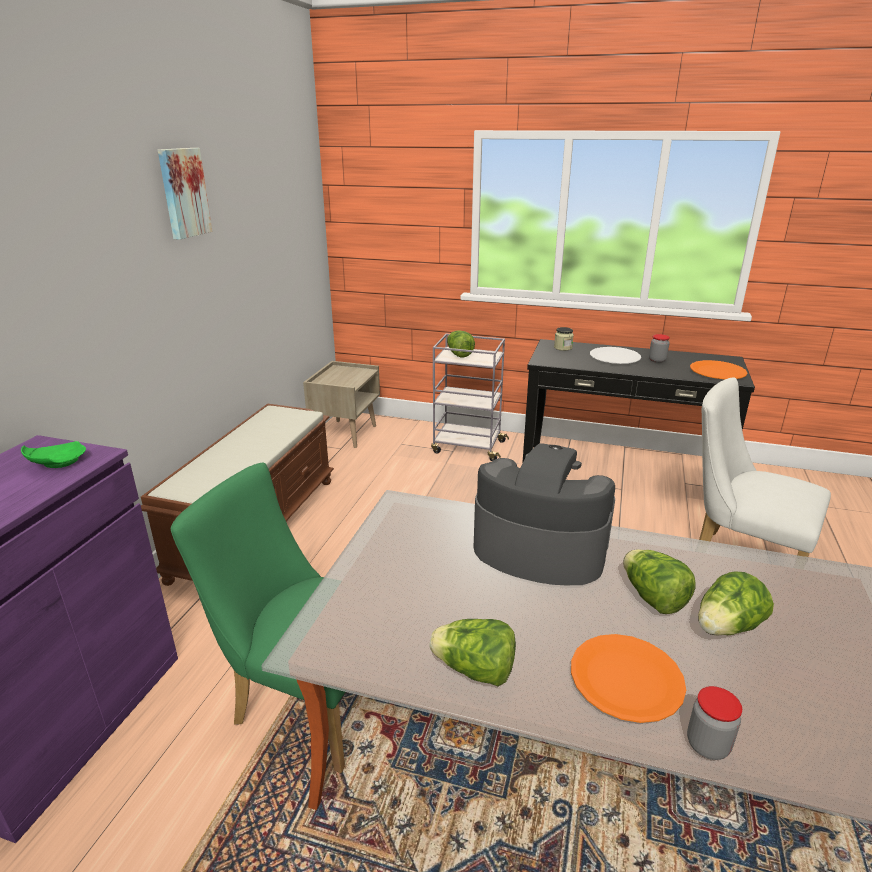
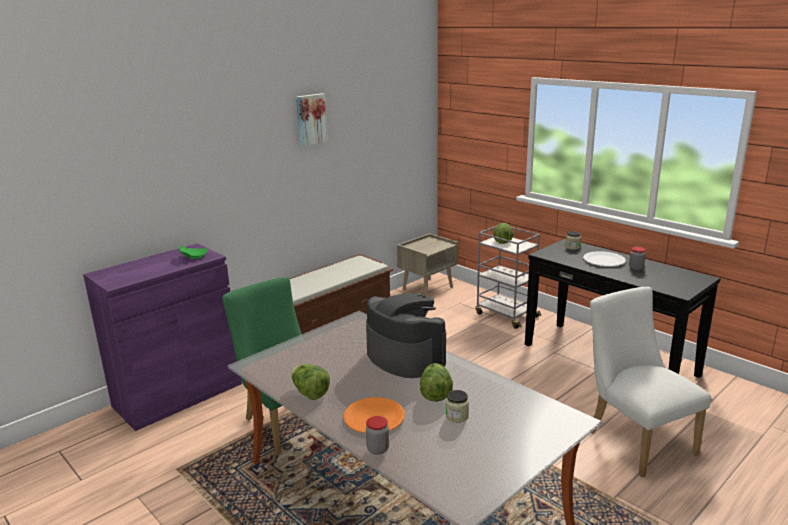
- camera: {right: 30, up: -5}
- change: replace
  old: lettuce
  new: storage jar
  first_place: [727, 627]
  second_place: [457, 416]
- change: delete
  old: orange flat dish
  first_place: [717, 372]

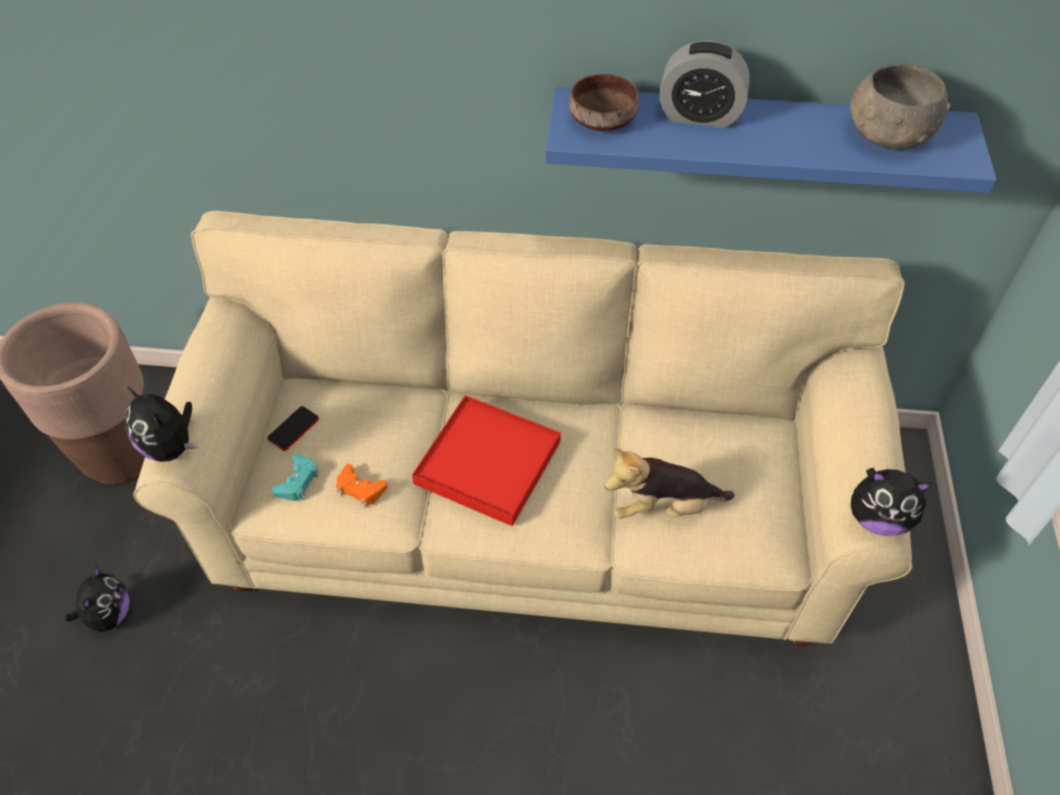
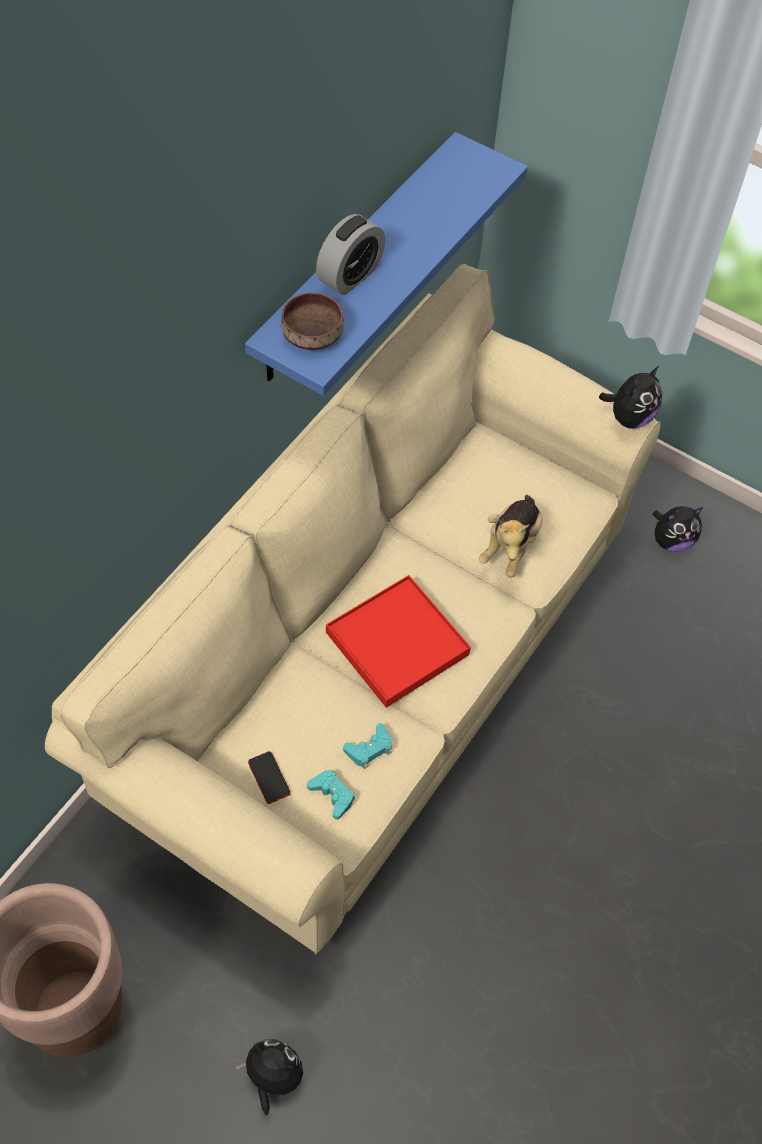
- camera: {right: -65, up: 5}
- change: recolor
  old: orange game controller
  new: blue-green game controller
  first_place: [360, 489]
  second_place: [369, 749]
- change: move
  old: cuddly toy
  first_place: [171, 447]
  second_place: [671, 541]
- change: delete
  old: greyish deep dish
  first_place: [887, 135]

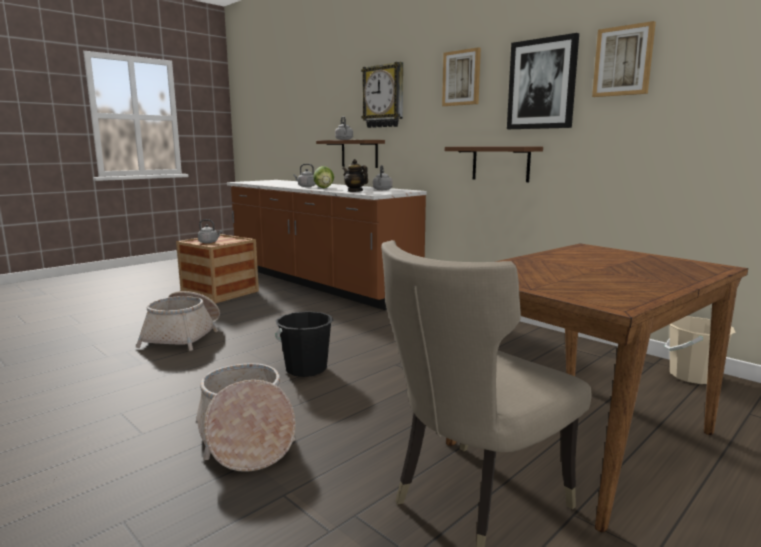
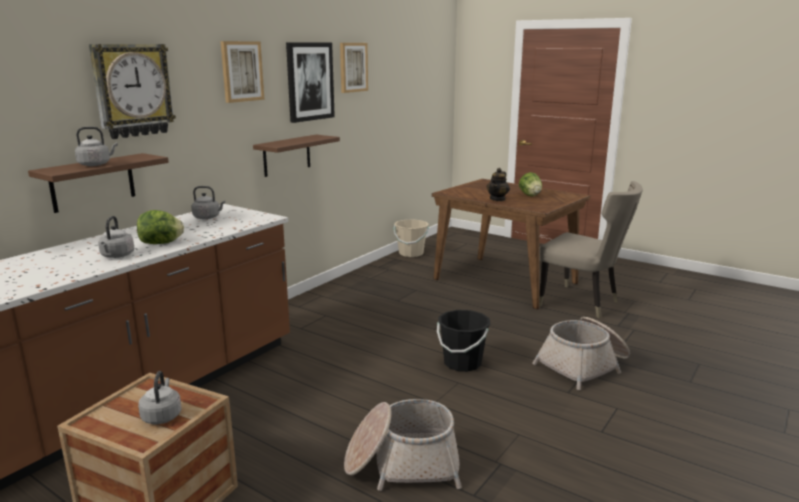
- camera: {right: -100, up: 5}
- change: move
  old: pot for tea
  first_place: [355, 191]
  second_place: [497, 199]
- change: insert
  new: lettuce
  second_place: [530, 195]

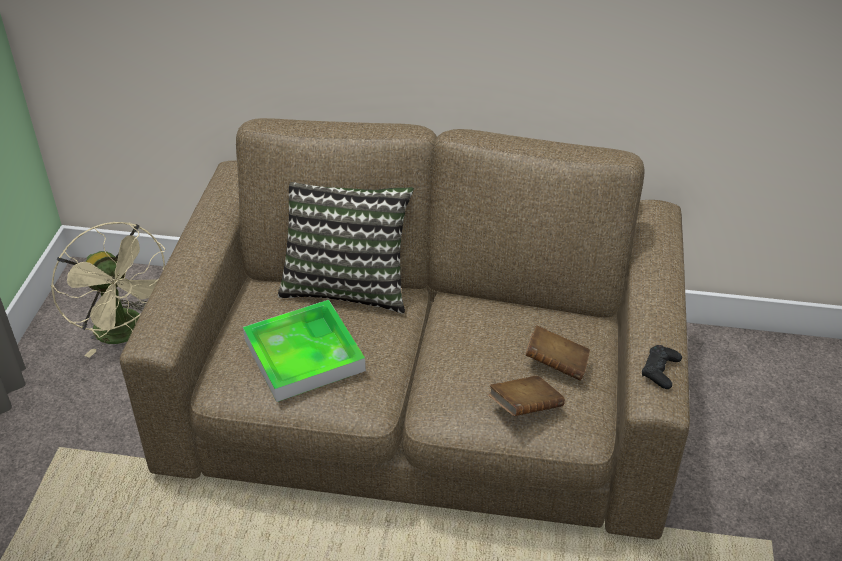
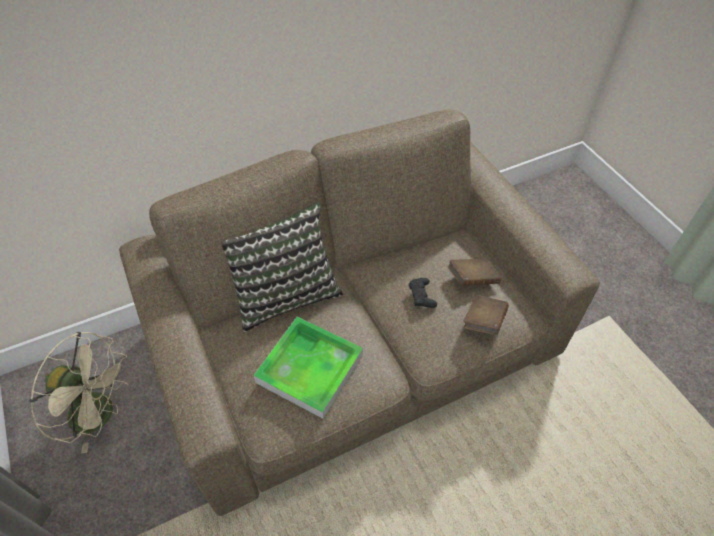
- camera: {right: -35, up: 10}
- change: move
  old: black-coloured game controller
  first_place: [660, 371]
  second_place: [422, 296]

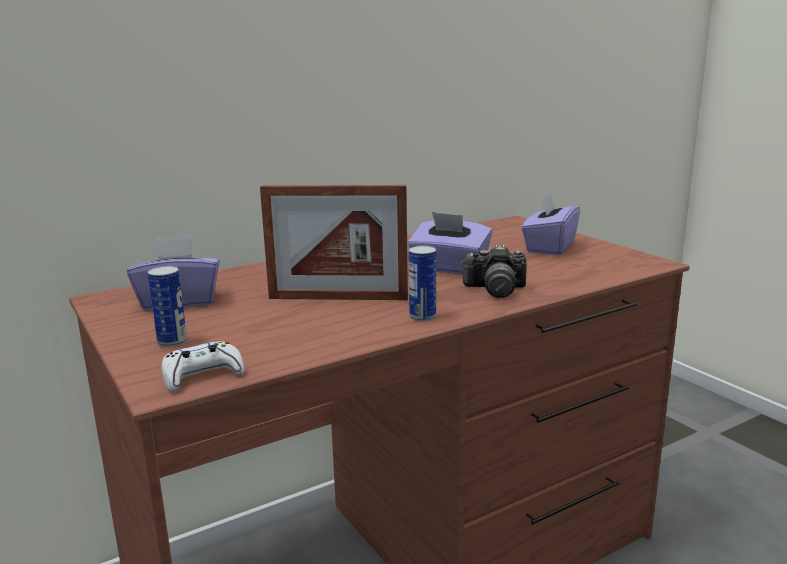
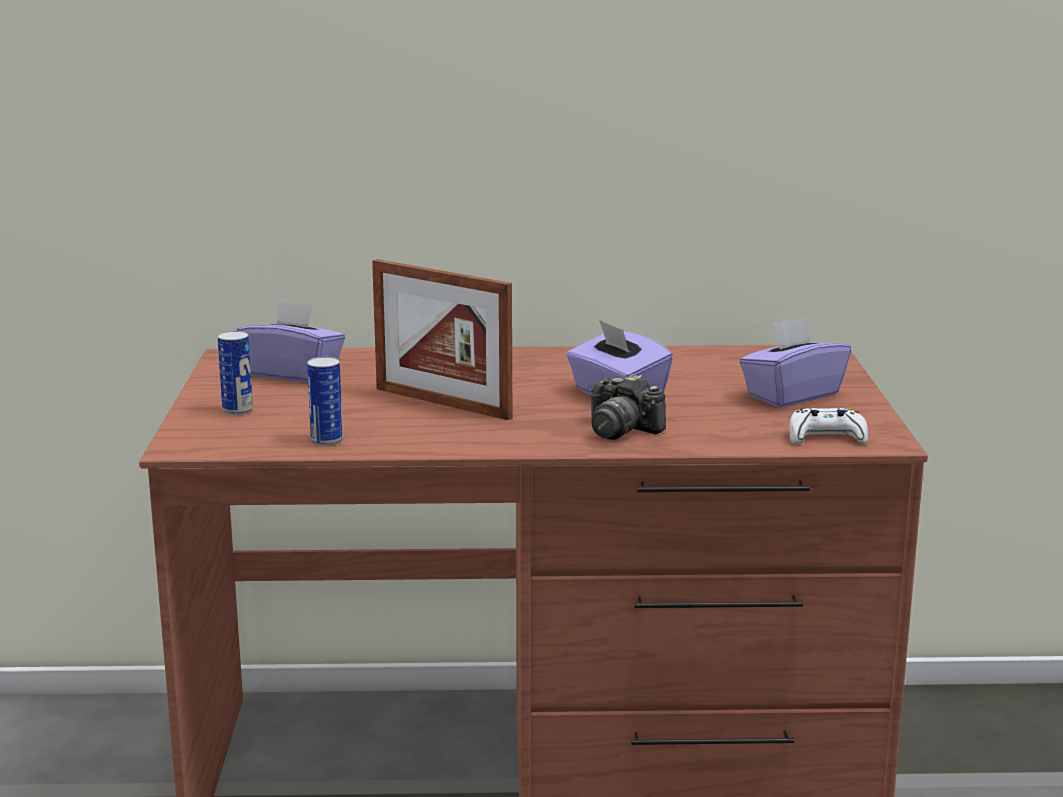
- camera: {right: 30, up: 0}
- change: move
  old: sealed can
  first_place: [422, 316]
  second_place: [326, 440]
- change: move
  old: whitish game controller
  first_place: [202, 375]
  second_place: [826, 437]

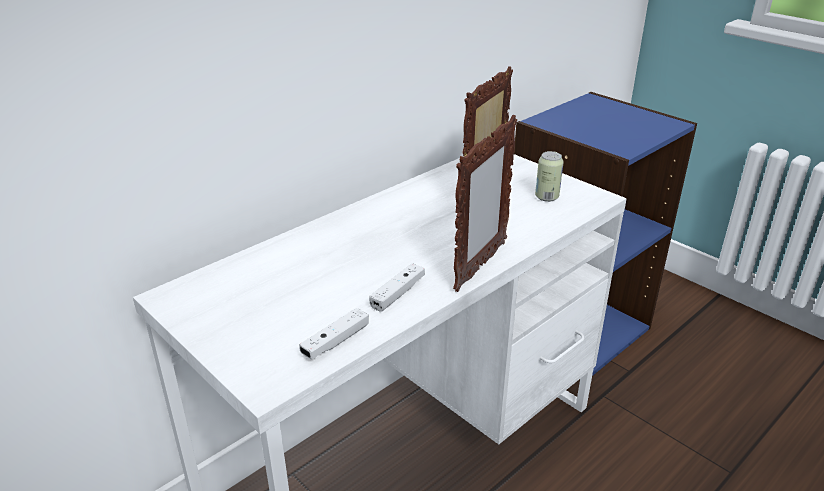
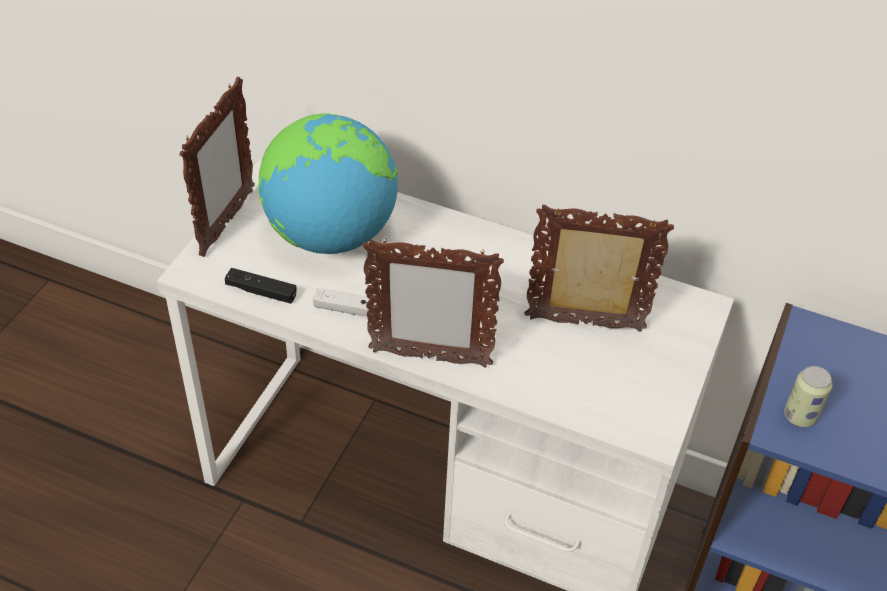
- camera: {right: 65, up: 15}
- change: insert
  new: standing frame
  second_place: [226, 223]
- change: recolor
  old: whitish game controller
  new: black-coloured game controller
  first_place: [335, 341]
  second_place: [261, 292]
- change: insert
  new: desk globe
  second_place: [330, 234]
- change: move
  old: sealed can
  first_place: [546, 197]
  second_place: [800, 416]

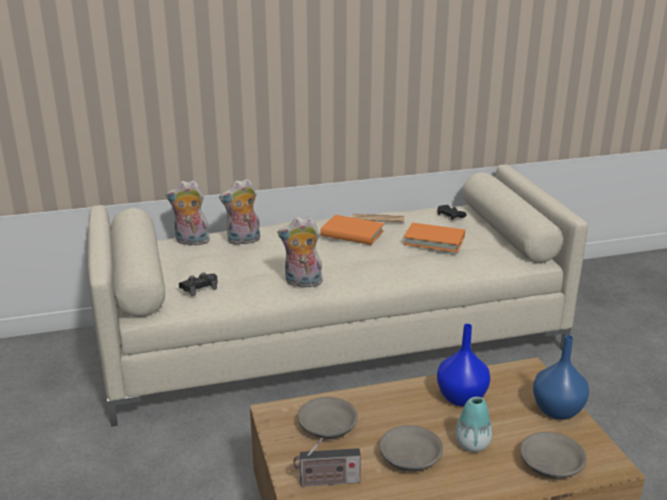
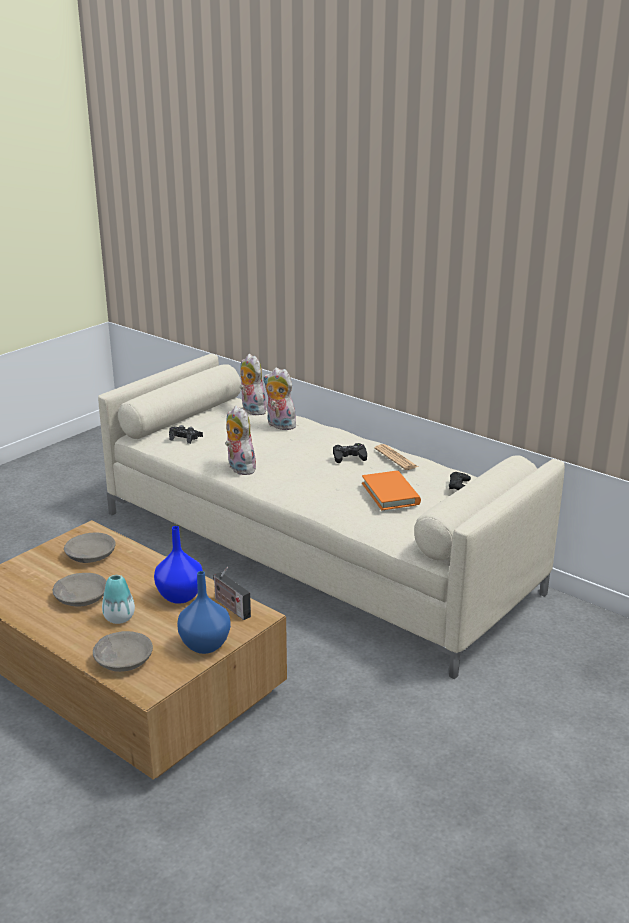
- camera: {right: 55, up: 0}
- change: move
  old: radio set
  first_place: [327, 482]
  second_place: [230, 607]
- change: replace
  old: orange volume
  new: black-coloured game controller
  first_place: [352, 233]
  second_place: [349, 457]

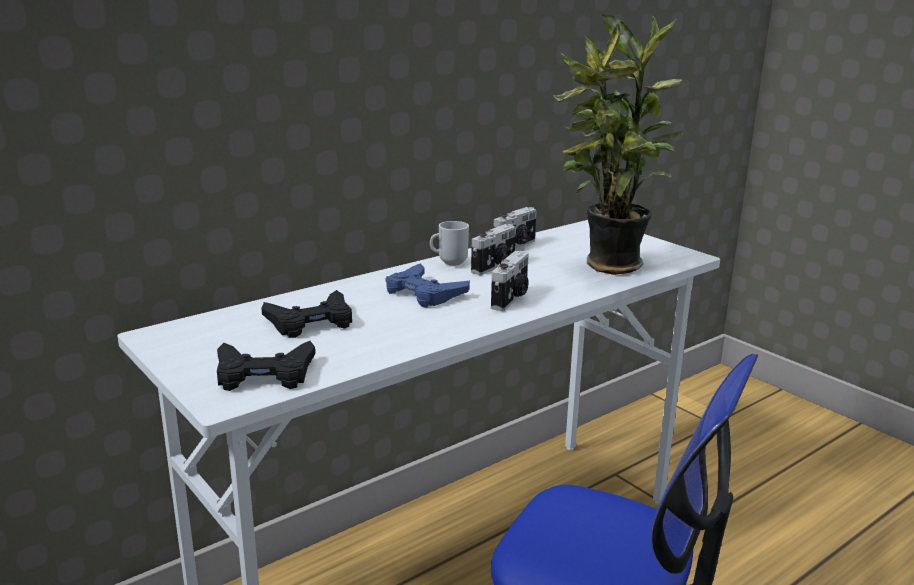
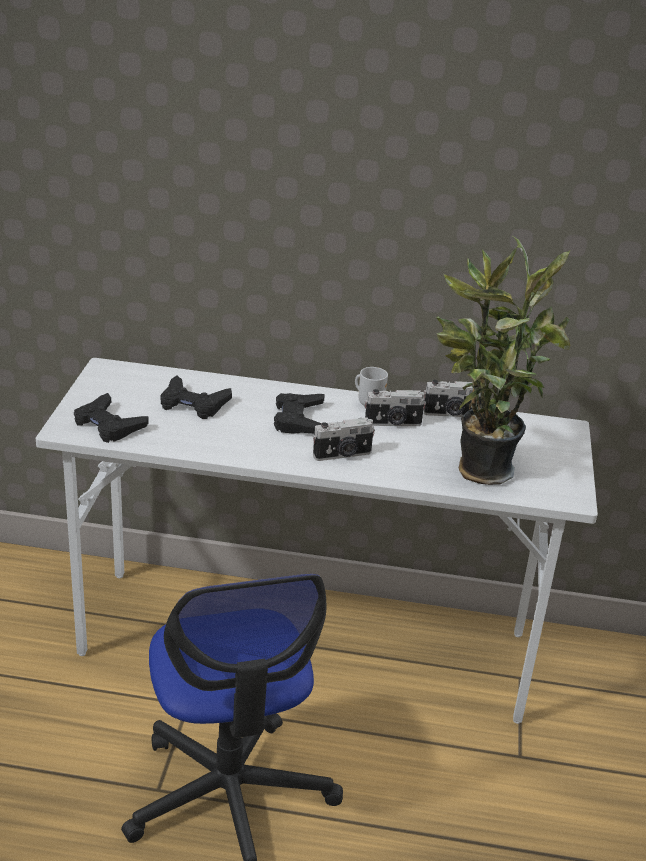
- camera: {right: 45, up: 10}
- change: recolor
  old: blue-coloured game controller
  new: black-coloured game controller
  first_place: [424, 293]
  second_place: [298, 419]

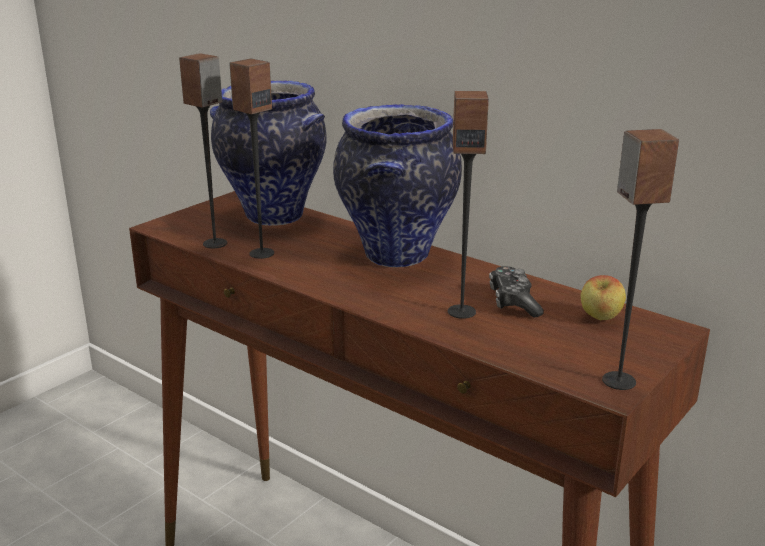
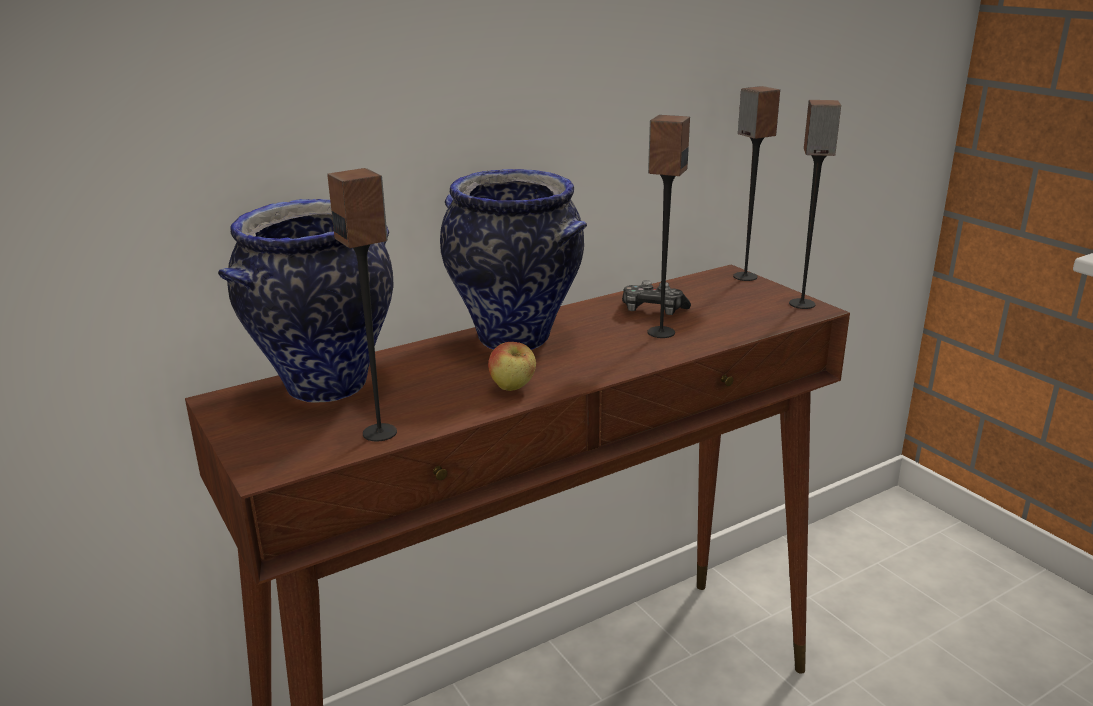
- camera: {right: -70, up: 0}
- change: move
  old: whole apple
  first_place: [600, 319]
  second_place: [513, 389]
- change: move
  old: speaker
  first_place: [261, 253]
  second_place: [744, 277]

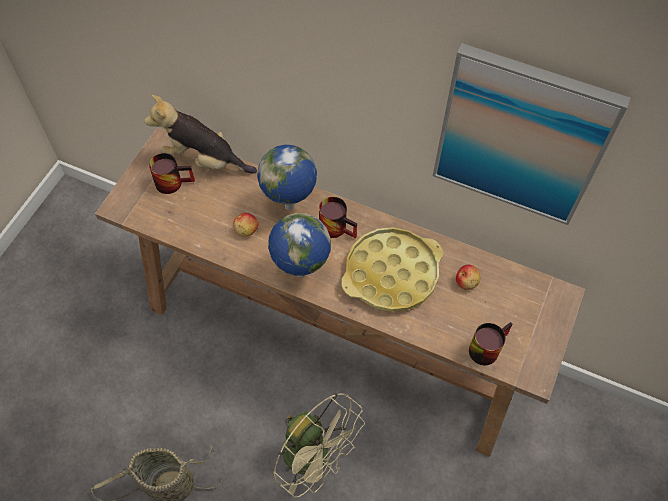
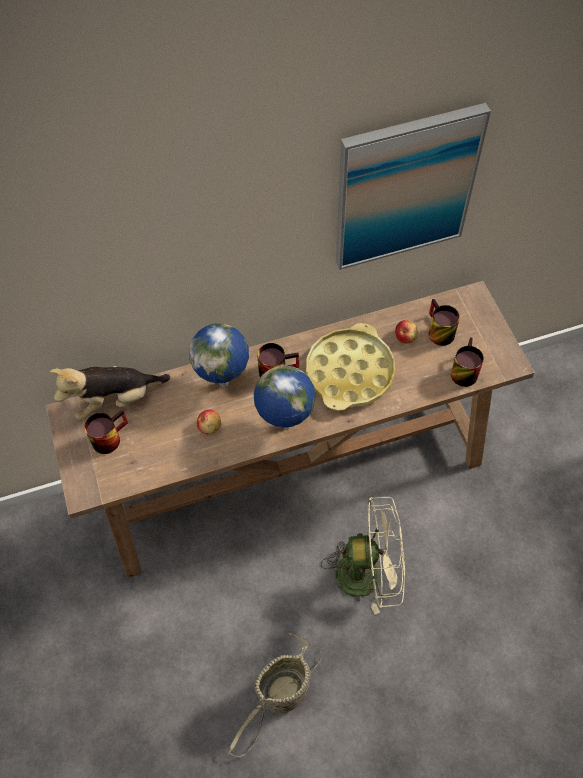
- camera: {right: -40, up: 0}
- change: insert
  new: tea mug
  second_place: [437, 331]

